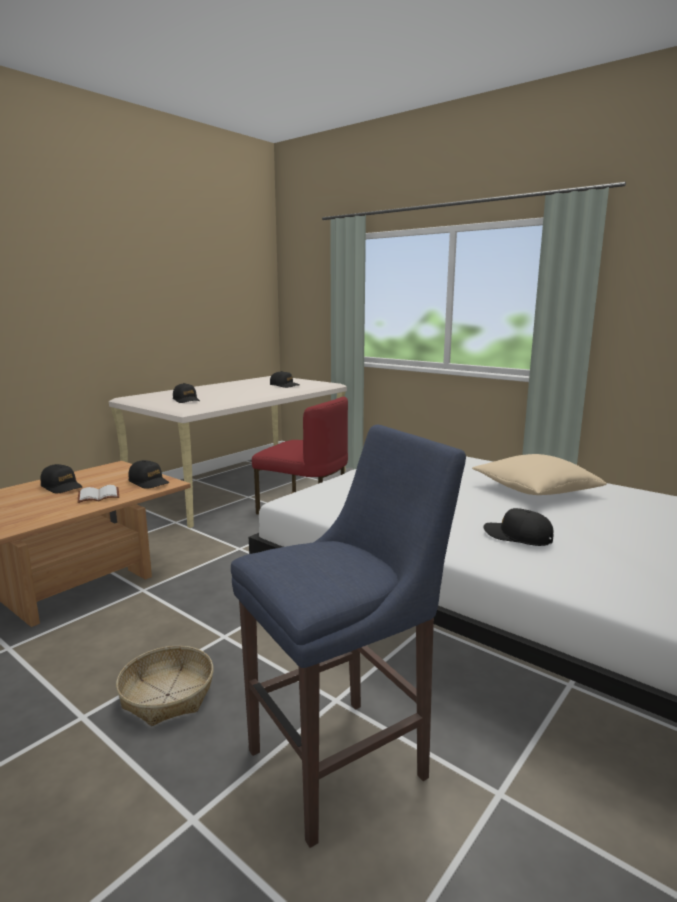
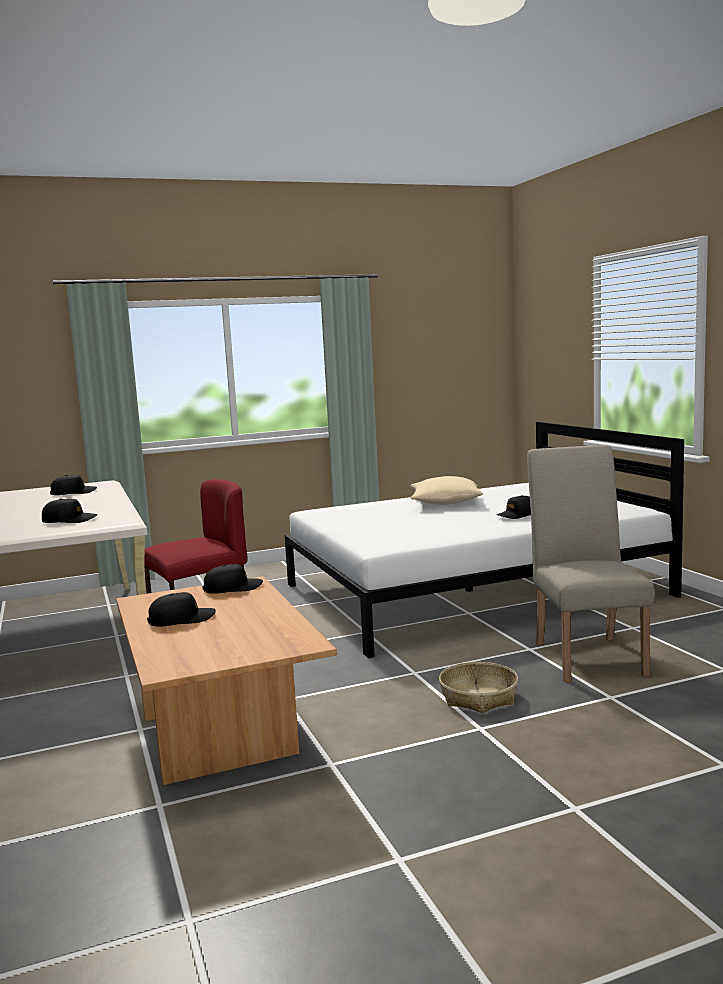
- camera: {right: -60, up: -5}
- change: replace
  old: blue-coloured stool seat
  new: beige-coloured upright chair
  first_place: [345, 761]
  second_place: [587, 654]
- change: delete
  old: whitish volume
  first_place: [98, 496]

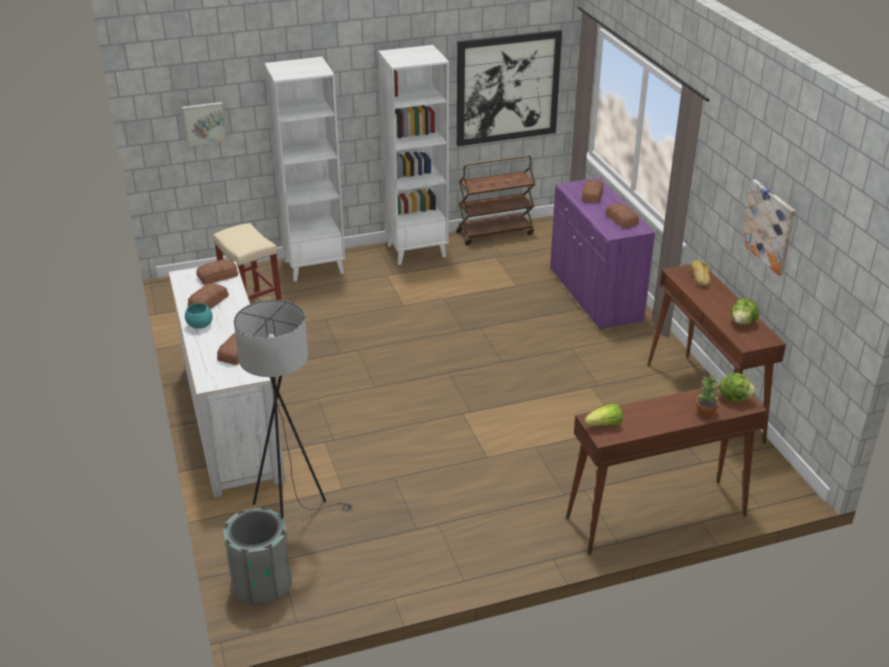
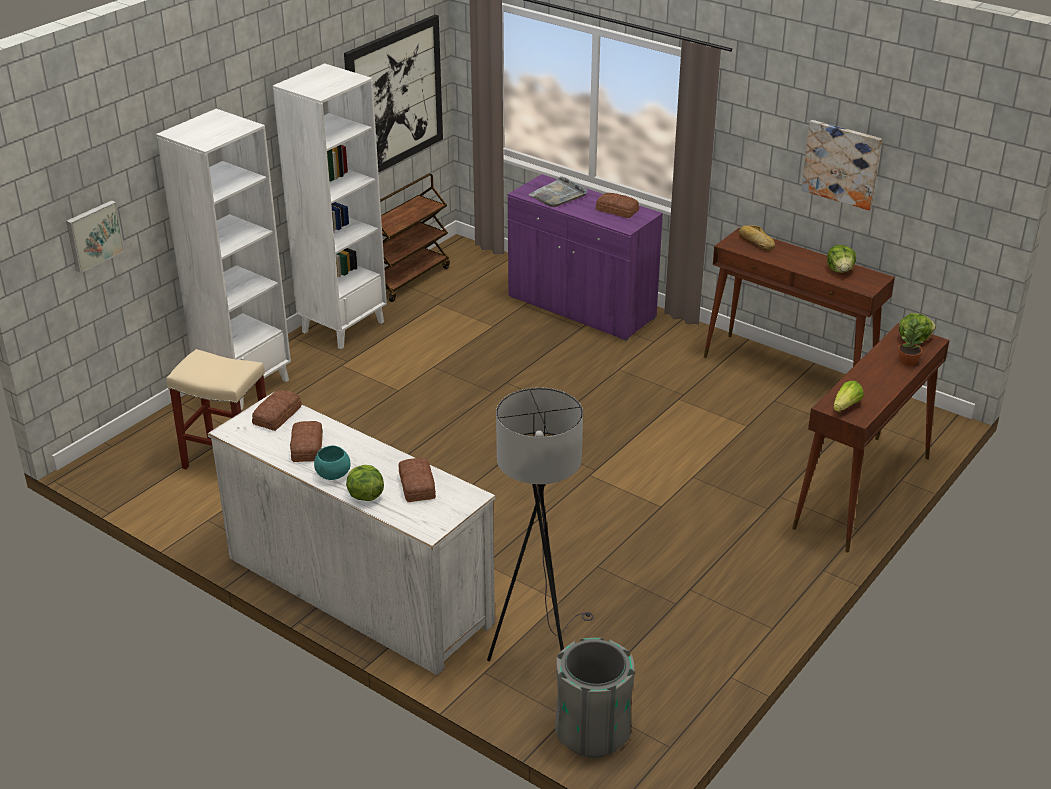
- camera: {right: -35, up: 0}
- change: insert
  new: lettuce
  second_place: [364, 496]
- change: replace
  old: bread
  new: greyish carrying tray
  first_place: [591, 195]
  second_place: [558, 195]

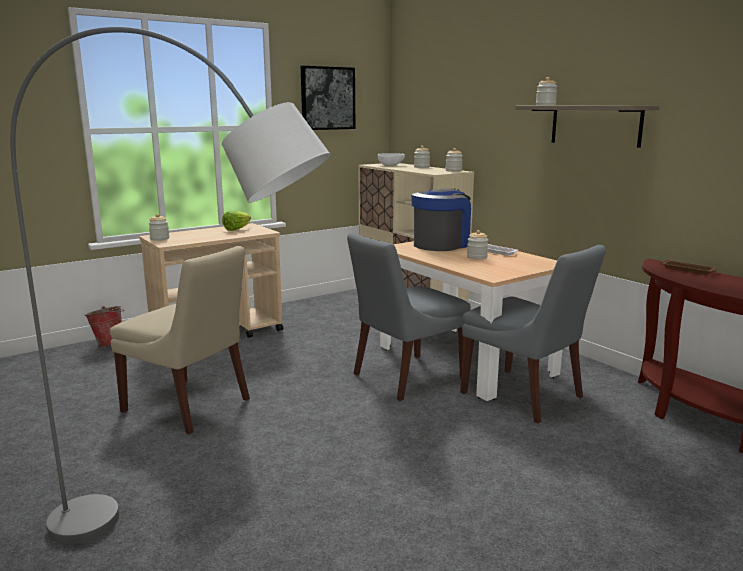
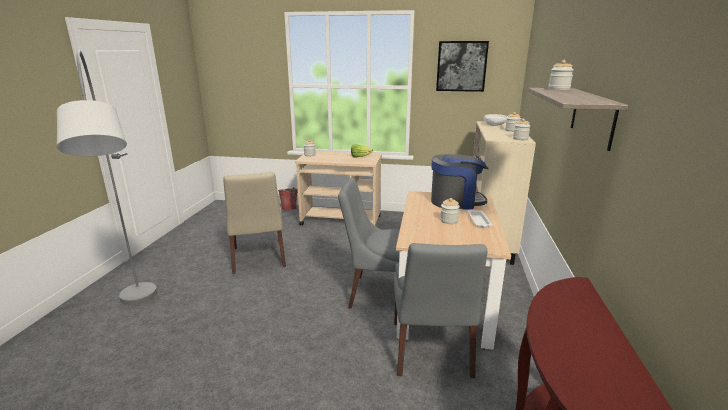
- camera: {right: 45, up: 5}
- change: delete
  old: brown carrying tray
  first_place: [688, 270]

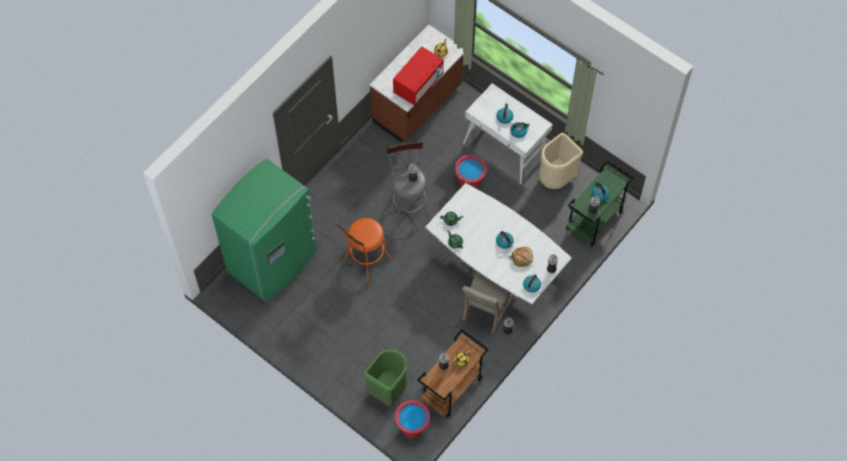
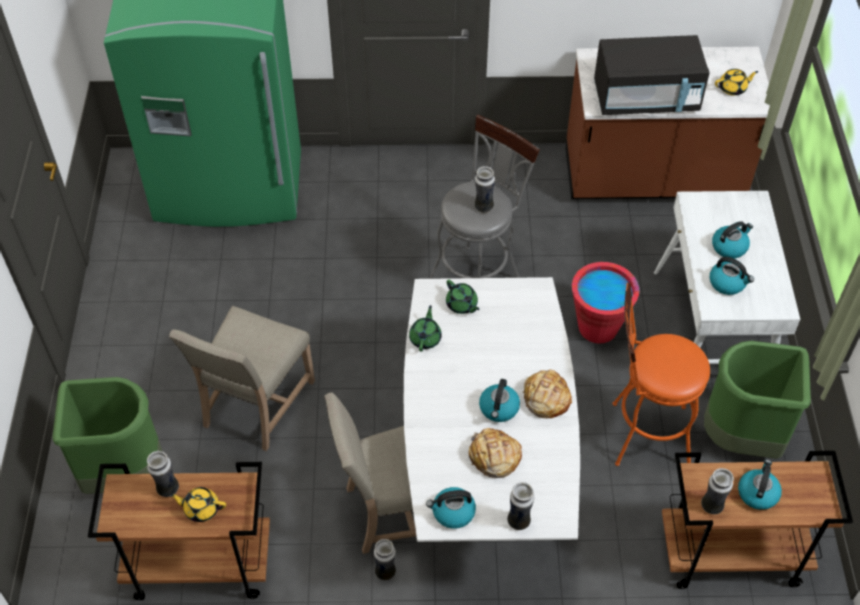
- camera: {right: 50, up: -10}
- change: insert
  new: beige-coloured upright chair
  second_place: [255, 405]
- change: insert
  new: bread
  second_place: [545, 398]
- change: recolor
  old: reddish microwave
  new: black-coloured microwave
  first_place: [418, 84]
  second_place: [646, 99]
- change: move
  old: orange stool seat
  first_place: [365, 262]
  second_place: [642, 435]
- change: recolor
  old: green cart
  new: brown cart
  first_place: [594, 221]
  second_place: [730, 555]
- change: recolor
  old: beige-coloured waste bin
  new: green waste bin
  first_place: [556, 178]
  second_place: [742, 439]
- change: delete
  old: reddish pail
  first_place: [412, 428]

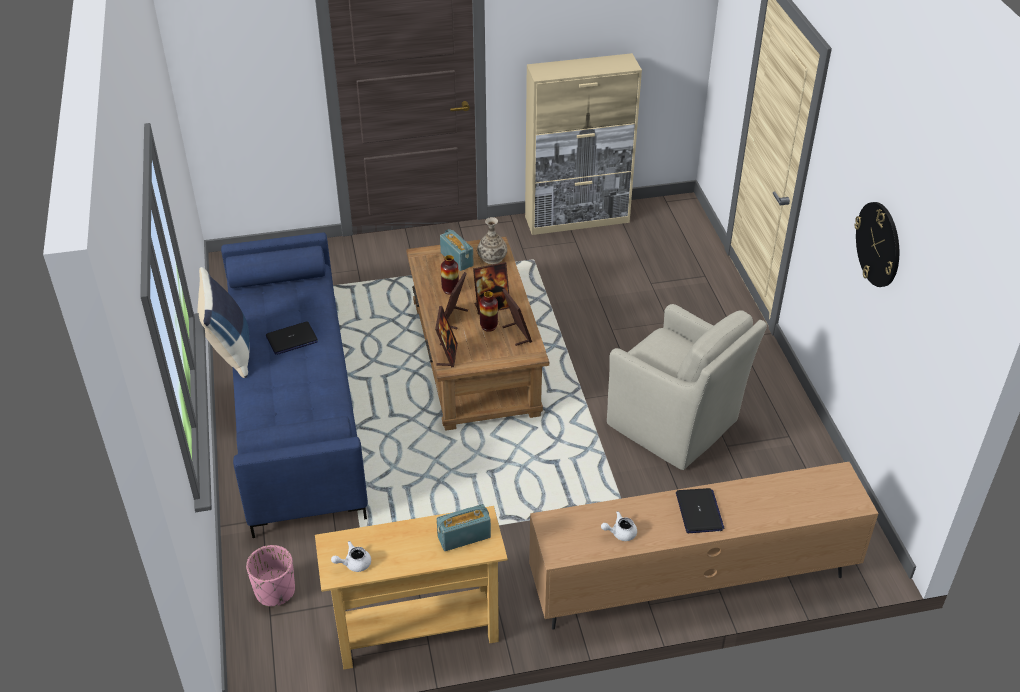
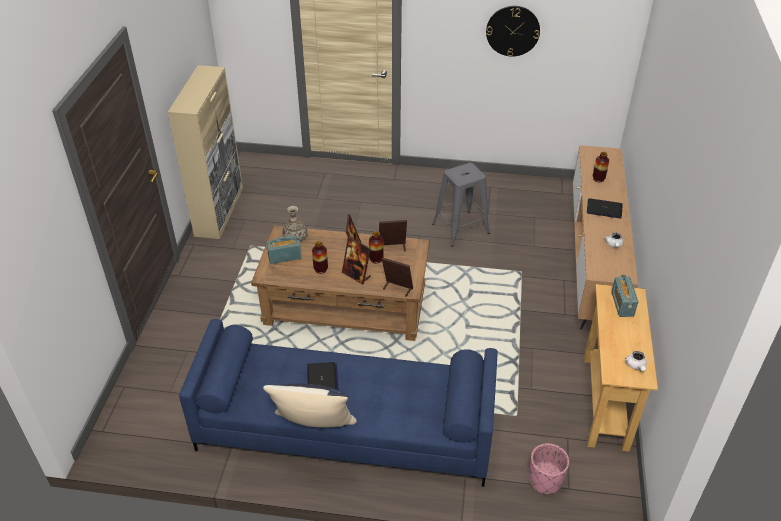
- camera: {right: -70, up: 0}
- change: replace
  old: beige-coloured easy chair
  new: greyish stool seat
  first_place: [675, 425]
  second_place: [460, 228]
- change: insert
  new: vase
  second_place: [598, 179]

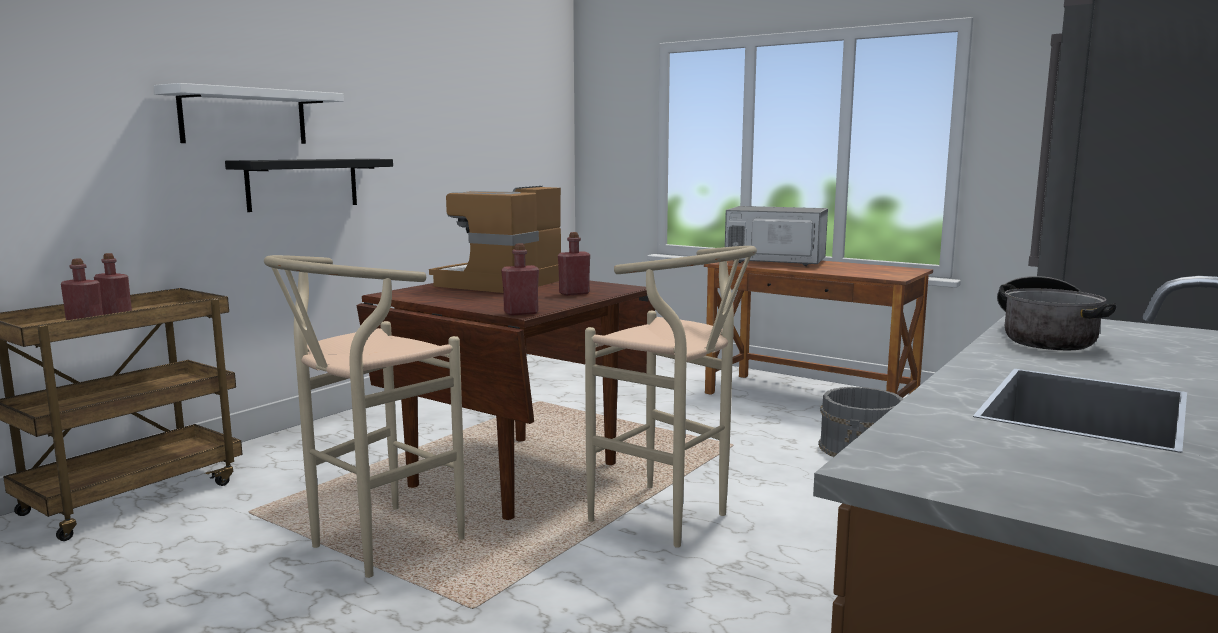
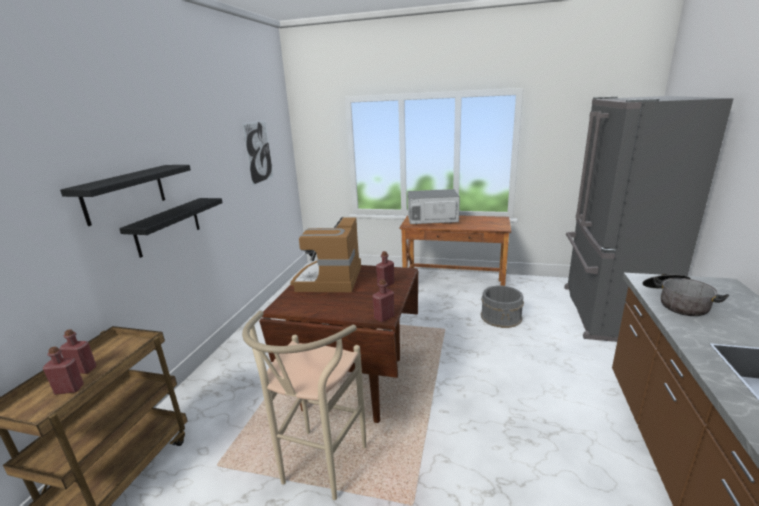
- camera: {right: -20, up: 10}
- change: recolor
  old: whitish bracket shelf
  new: black-coloured bracket shelf
  first_place: [244, 117]
  second_place: [125, 193]
- change: insert
  new: wall picture
  second_place: [258, 152]
- change: delete
  old: beige-coloured stool seat
  first_place: [671, 520]

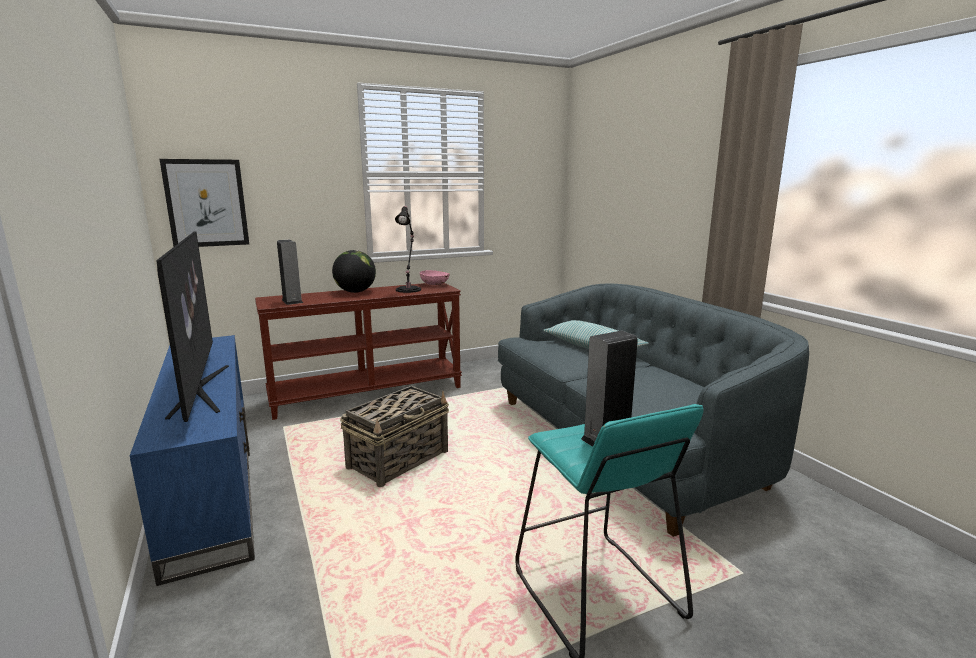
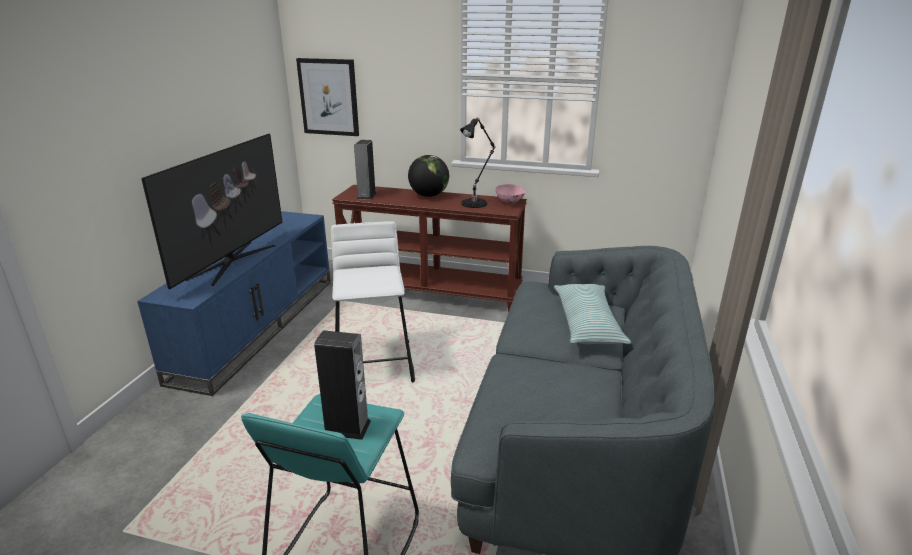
- camera: {right: 40, up: 10}
- change: replace
  old: basket
  new: whitish stool seat
  first_place: [399, 459]
  second_place: [374, 364]

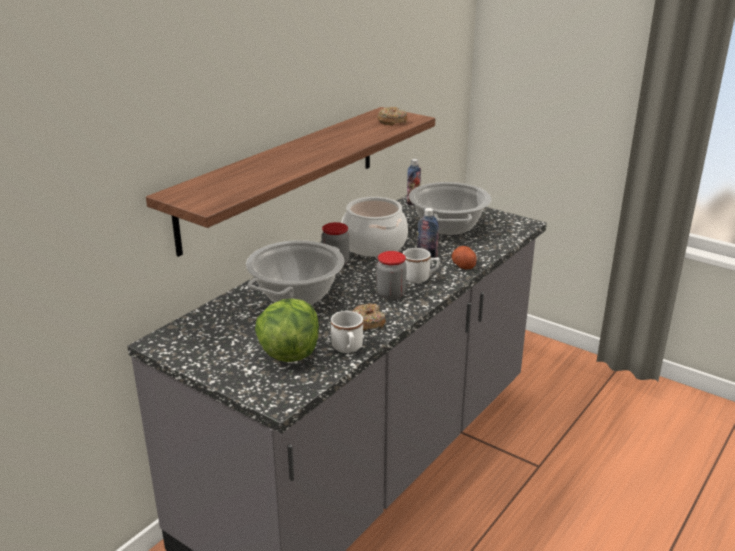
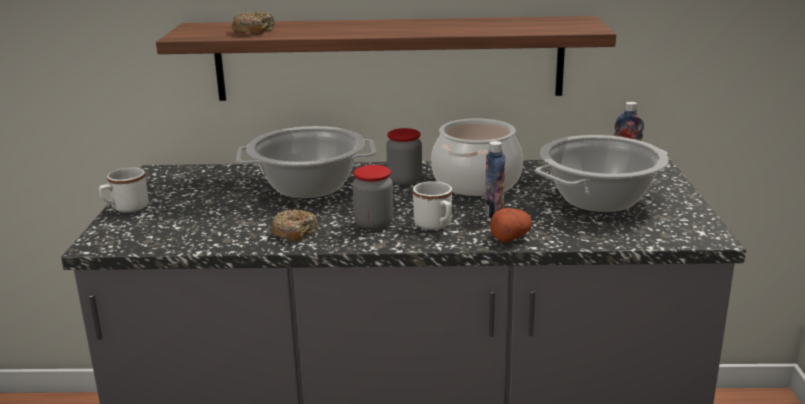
- camera: {right: 55, up: -5}
- change: move
  old: whitish tea mug
  first_place: [348, 348]
  second_place: [125, 208]
- change: move
  old: donut
  first_place: [391, 121]
  second_place: [253, 31]
- change: delete
  old: lettuce
  first_place: [289, 353]

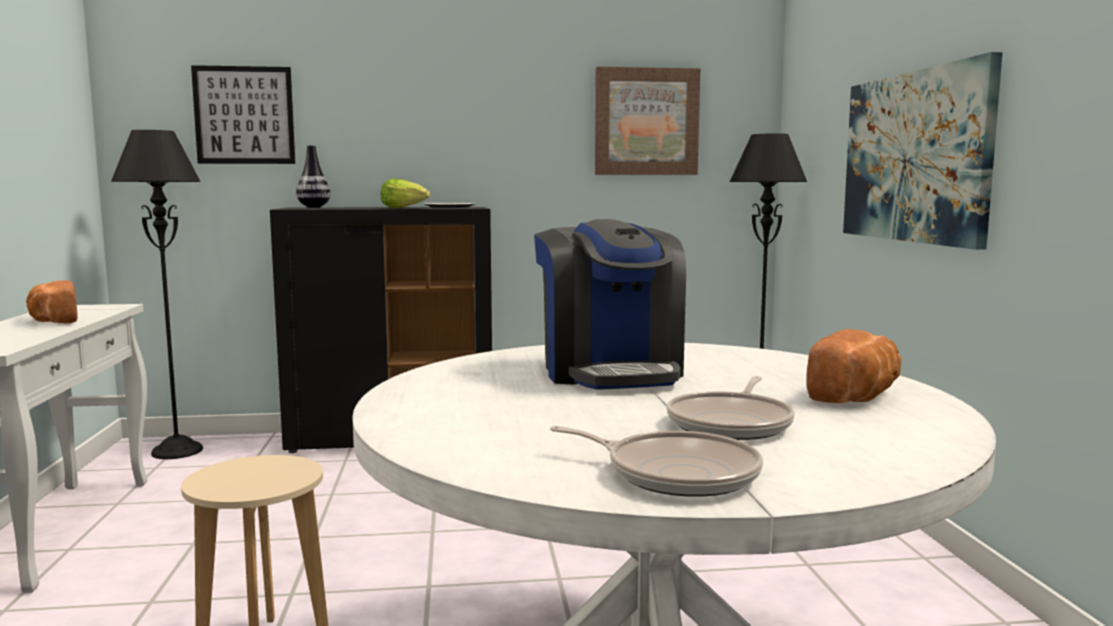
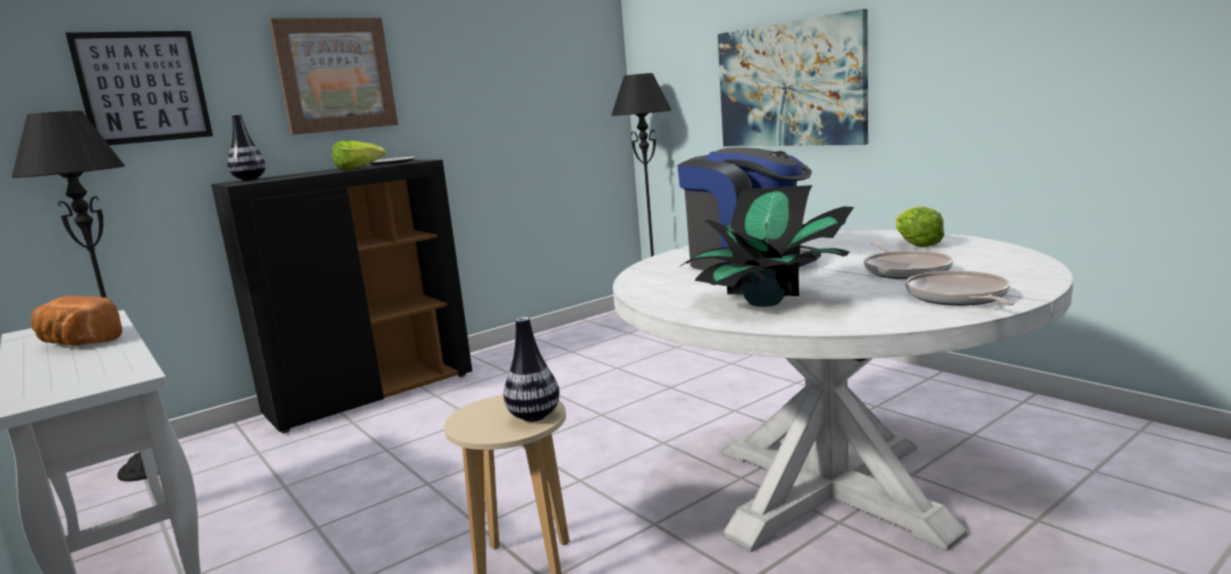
- camera: {right: -30, up: 5}
- change: move
  old: wall picture
  first_place: [646, 122]
  second_place: [335, 75]
- change: insert
  new: vase
  second_place: [534, 417]
- change: insert
  new: houseplant
  second_place: [766, 302]
- change: replace
  old: bread
  new: lettuce
  first_place: [857, 396]
  second_place: [915, 244]
- change: rotate
  old: skillet
  first_place: [675, 473]
  second_place: [958, 298]
  degrees: -90

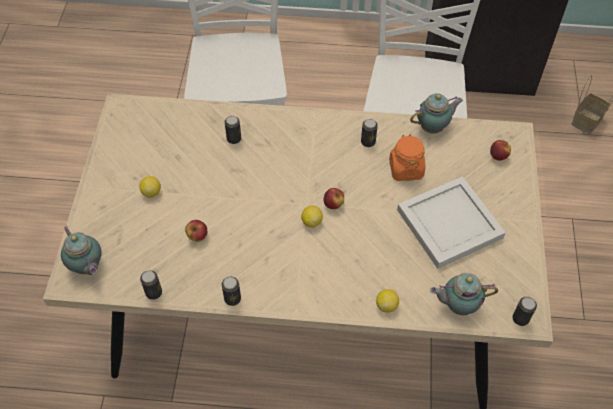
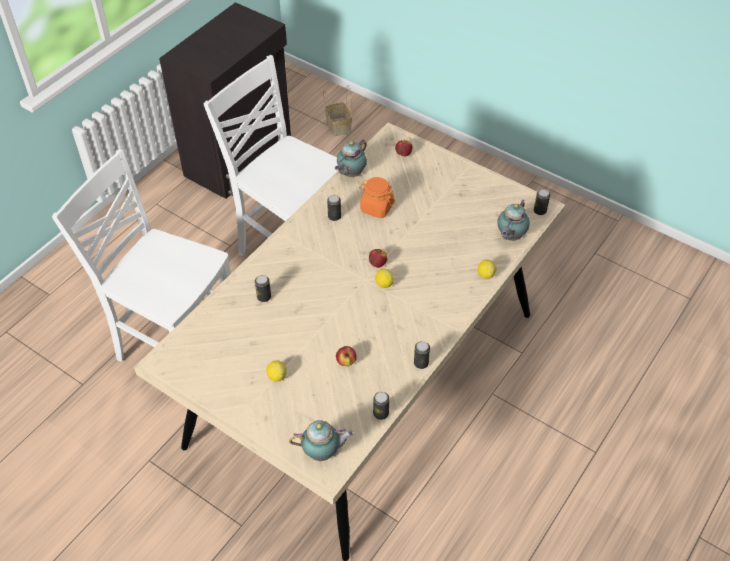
- camera: {right: -60, up: -5}
- change: rotate
  old: pot for tea
  first_place: [433, 127]
  second_place: [350, 174]
  degrees: -150
- change: delete
  old: whitish carrying tray
  first_place: [449, 225]

